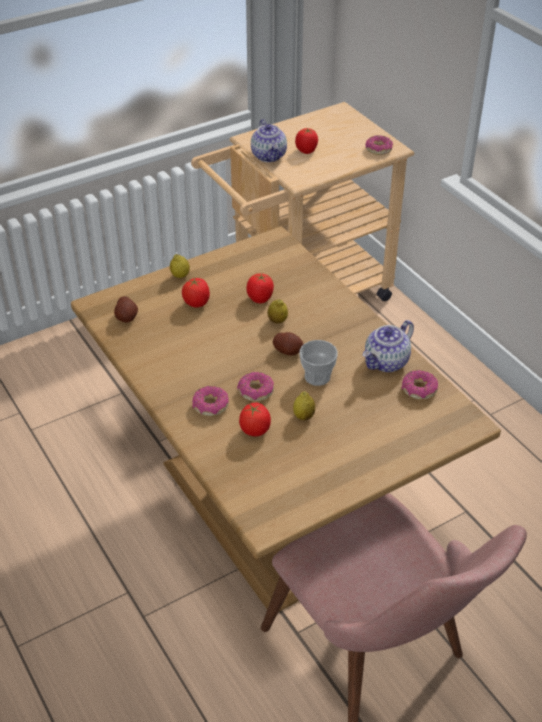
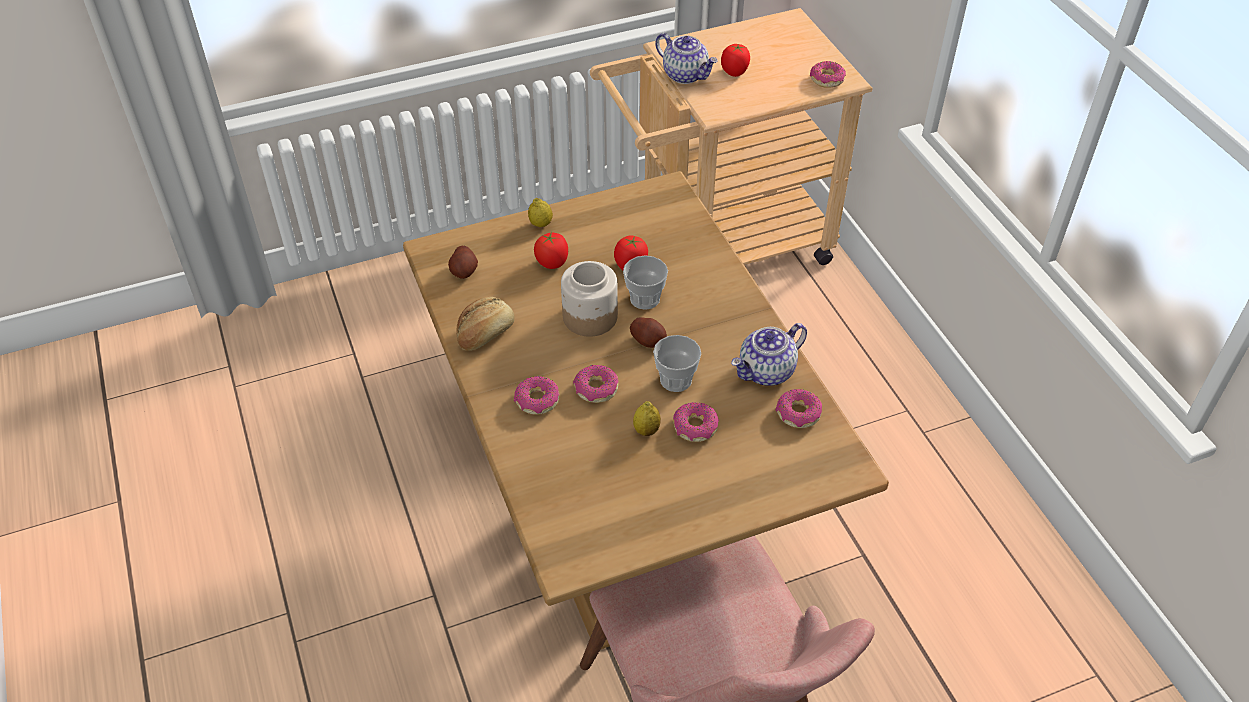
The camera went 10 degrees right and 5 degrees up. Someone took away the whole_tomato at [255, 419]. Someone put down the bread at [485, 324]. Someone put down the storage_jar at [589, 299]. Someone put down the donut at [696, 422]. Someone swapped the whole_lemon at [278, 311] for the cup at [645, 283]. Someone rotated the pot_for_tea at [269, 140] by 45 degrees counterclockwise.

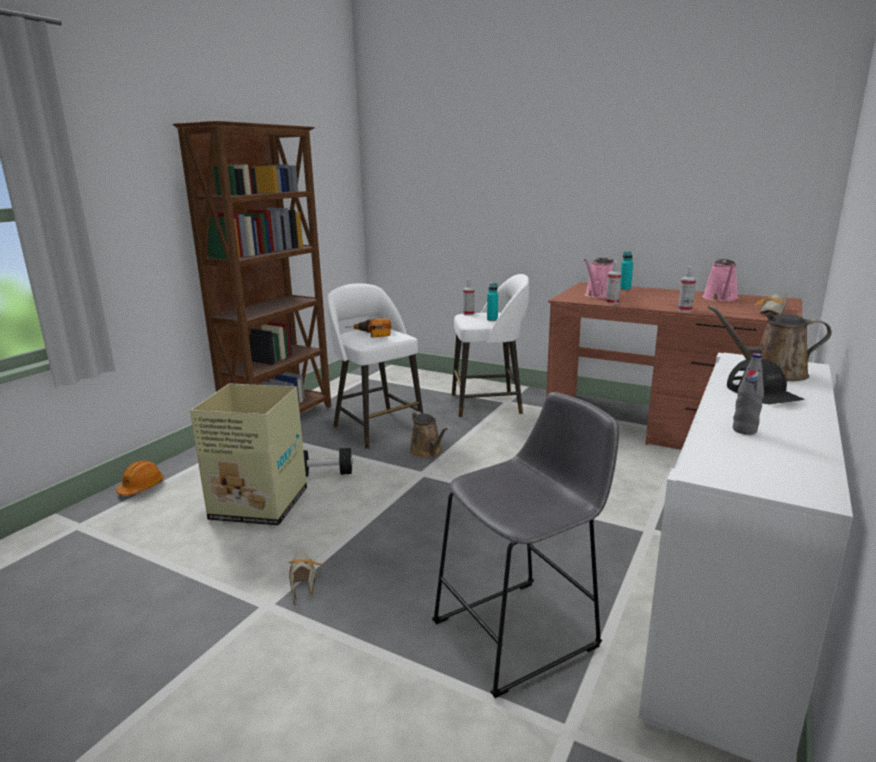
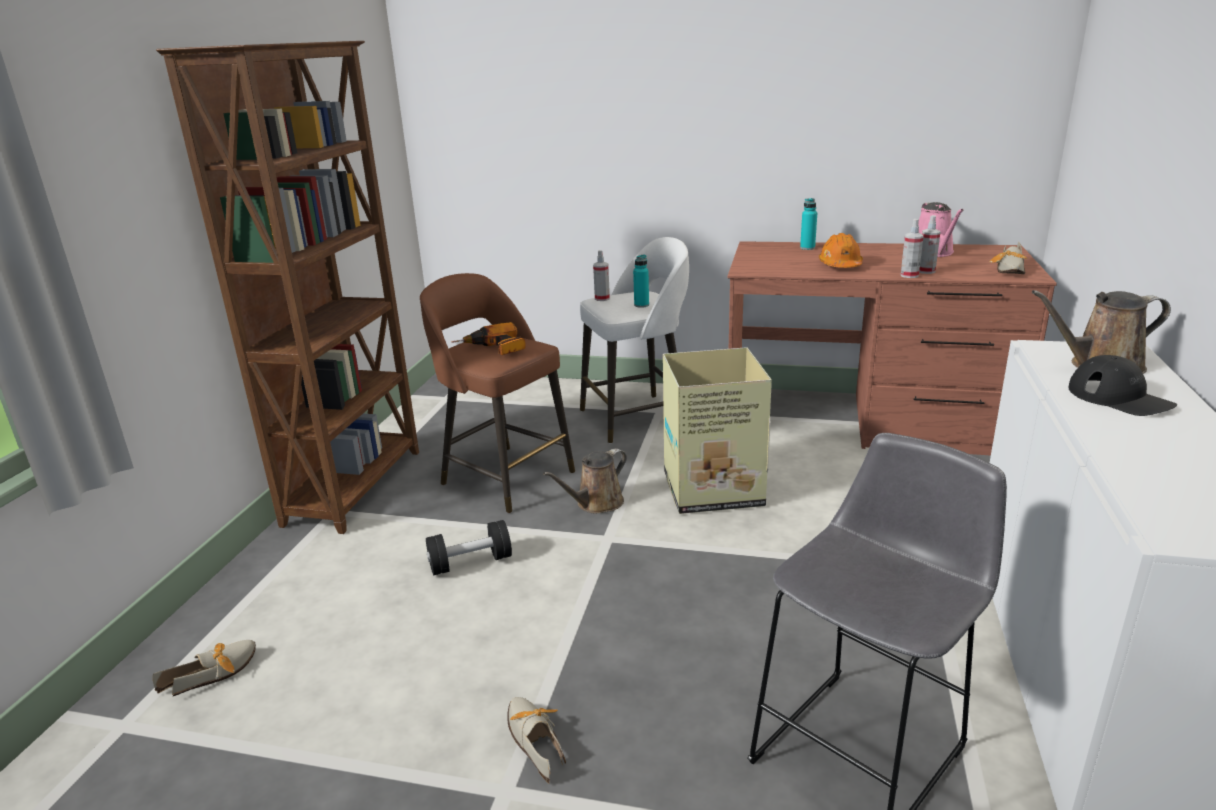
The camera went 15 degrees left and 5 degrees up. Someone took away the pinkish_sprinkling_can at [599, 278]. Someone took away the grey_bottle at [748, 394]. Someone put down the item_of_footwear at [204, 668]. Someone carried the orangey_work_helmet from [140, 477] to [841, 250]. Someone carried the cardboard_box from [248, 454] to [717, 430]. Someone carried the sprayer from [614, 282] to [929, 244]. Someone repainted the white_sitting_stool at [375, 366], which became the brown-coloured_sitting_stool at [497, 393]. Someone rotated the brown-coloured_sprinkling_can at [428, 434] by 90 degrees clockwise.

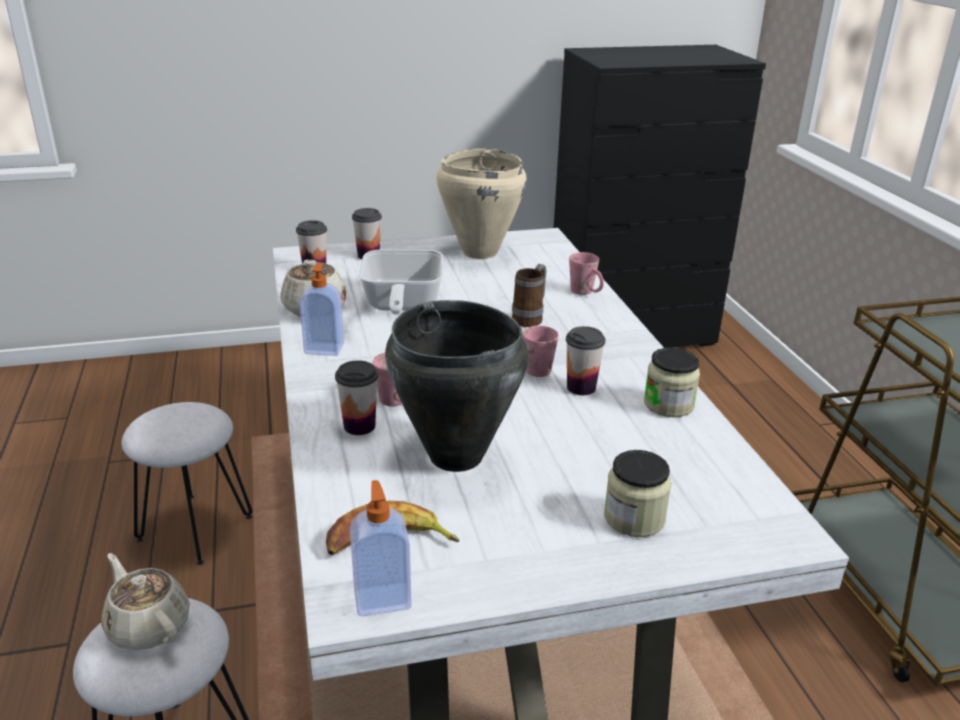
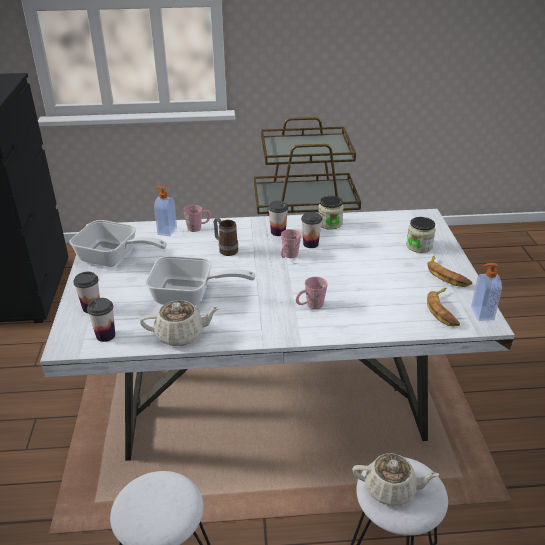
The camera went 80 degrees left and 5 degrees up. Someone took away the black_stockpot at [457, 386]. Someone put down the banana at [449, 271]. Someone carried the soap_dispenser from [322, 309] to [165, 211]. Someone carried the cup from [356, 397] to [278, 218]. Someone swapped the beige_stockpot at [482, 204] for the skillet at [118, 243]. Someone rotated the beige_pot_for_tea at [145, 601] by 135 degrees counterclockwise.

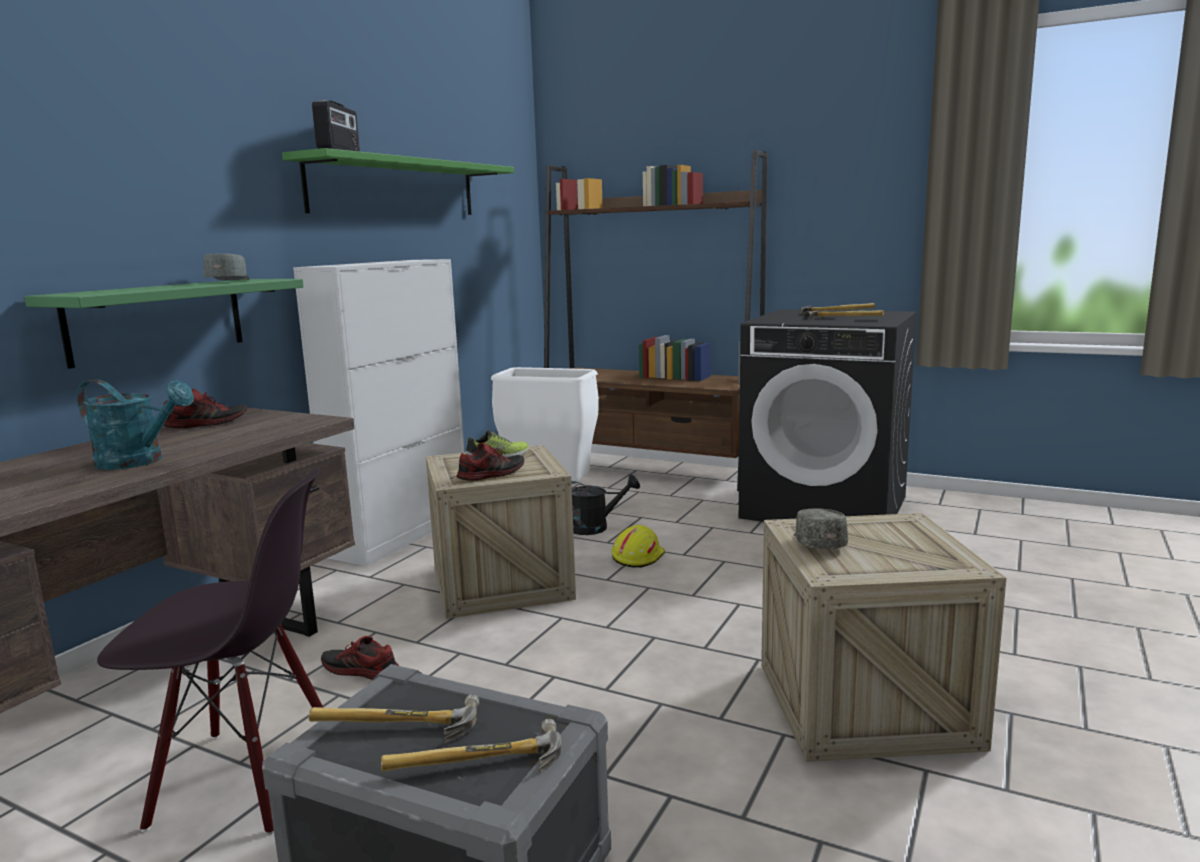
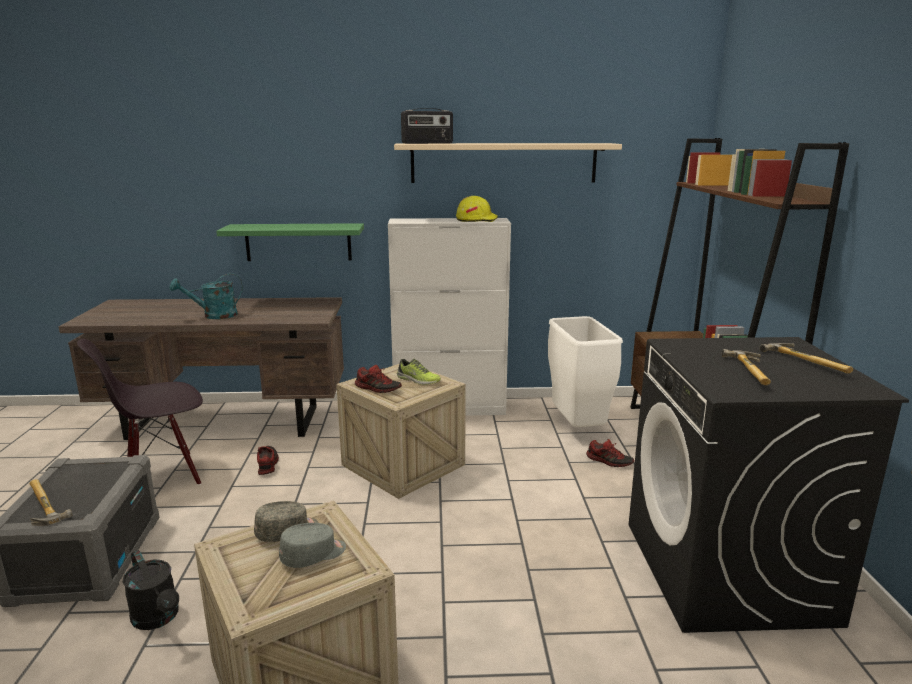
The camera went 60 degrees right and 5 degrees up. Someone took away the hand_hammer at [394, 718]. Someone carried the item_of_footwear from [205, 408] to [610, 453]. Someone carried the grey_baseball_cap from [226, 266] to [312, 545]. Someone carried the black_sprinkling_can from [605, 505] to [151, 590]. Someone carried the yellowish_work_helmet from [638, 546] to [477, 209]. Someone repainted the green-coloured_wall_shelf at [398, 181], which became the beige_wall_shelf at [508, 163]. Someone rotated the turquoise-coloured_sprinkling_can at [135, 424] by 75 degrees clockwise. Someone rotated the black_upright_chair at [210, 652] by 90 degrees clockwise.

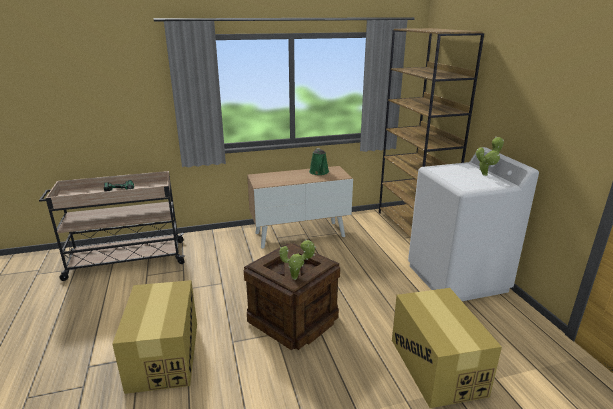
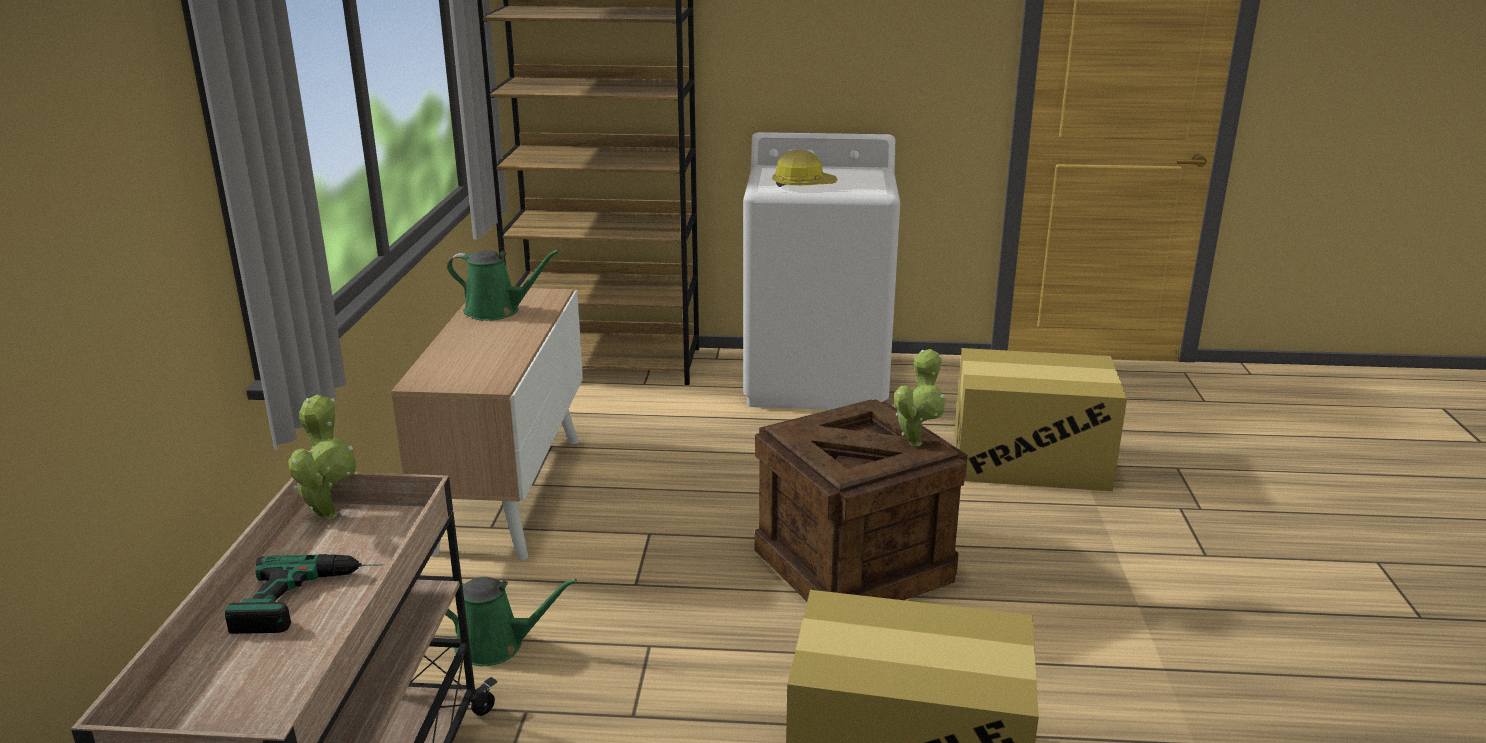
The camera went 70 degrees left and 0 degrees up. Someone put down the green-coloured_sprinkling_can at [511, 621]. Someone put down the work_helmet at [804, 168]. Someone carried the plant_in_a_pot from [490, 156] to [322, 457].

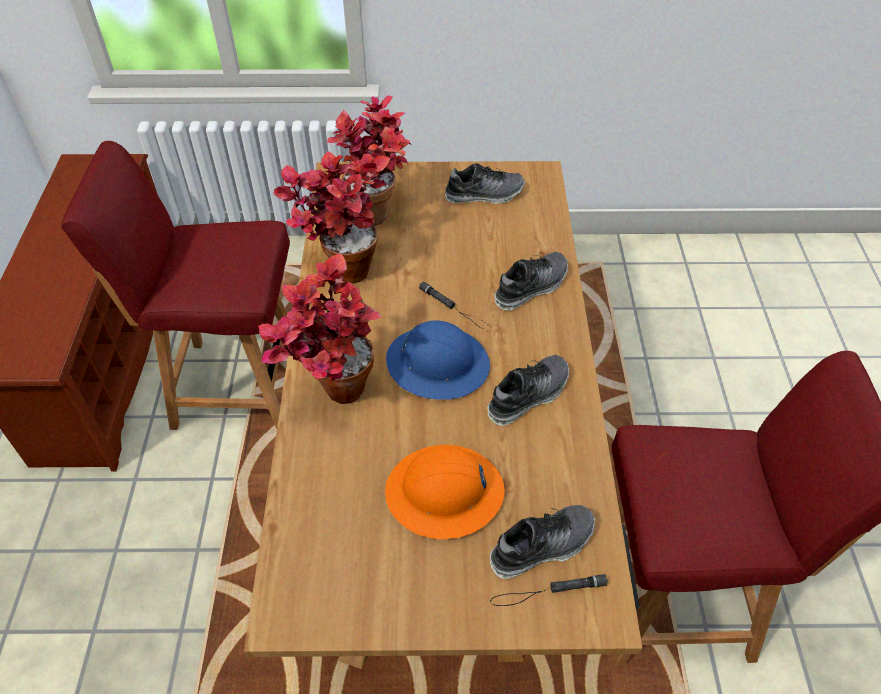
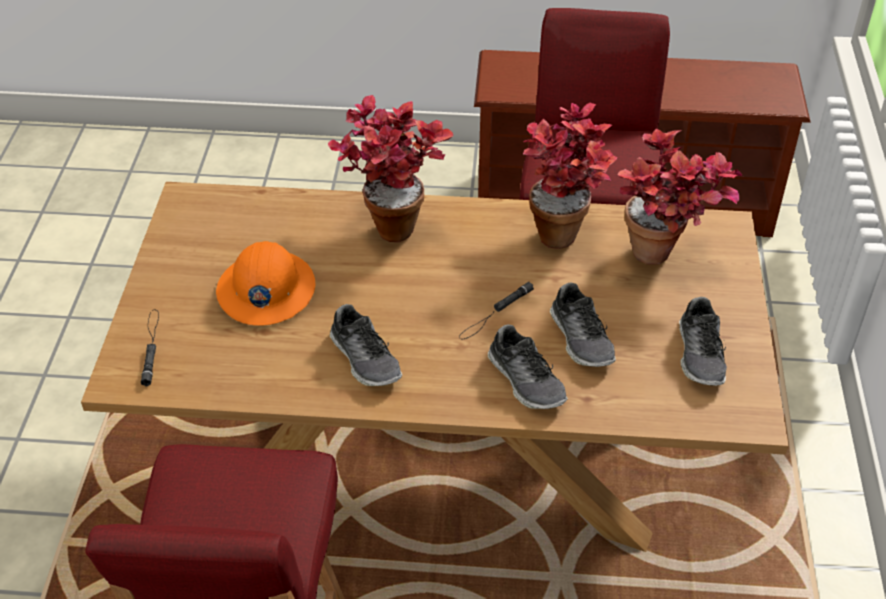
The camera went 95 degrees right and 5 degrees down. Someone took away the blue_work_helmet at [438, 360]. Someone carried the item_of_footwear from [542, 542] to [583, 325].

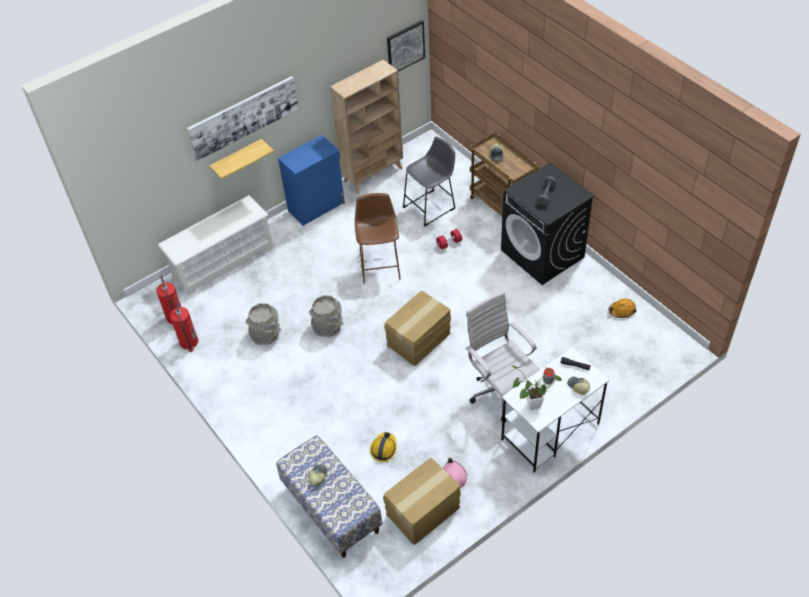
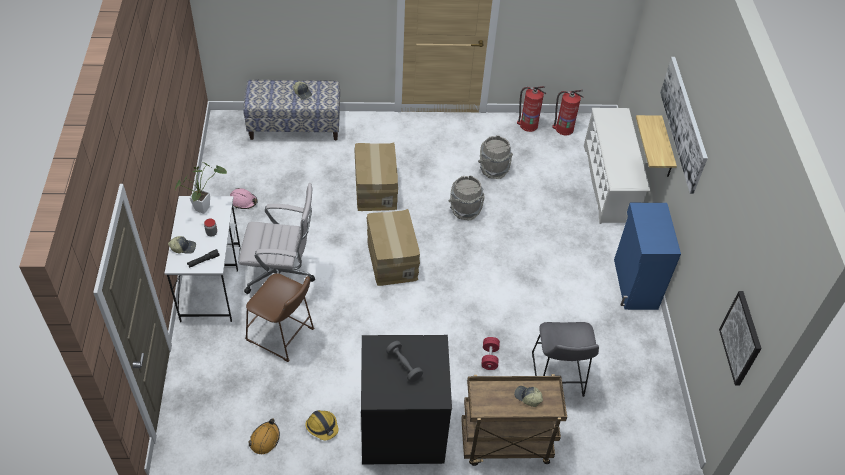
The camera went 120 degrees right and 0 degrees up. Someone took away the beige_bookcase at [366, 126]. Someone carried the brown-coloured_sitting_stool from [378, 238] to [280, 317]. Someone carried the work_helmet from [383, 447] to [321, 425]. Someone carried the cardboard_box from [422, 501] to [376, 177].

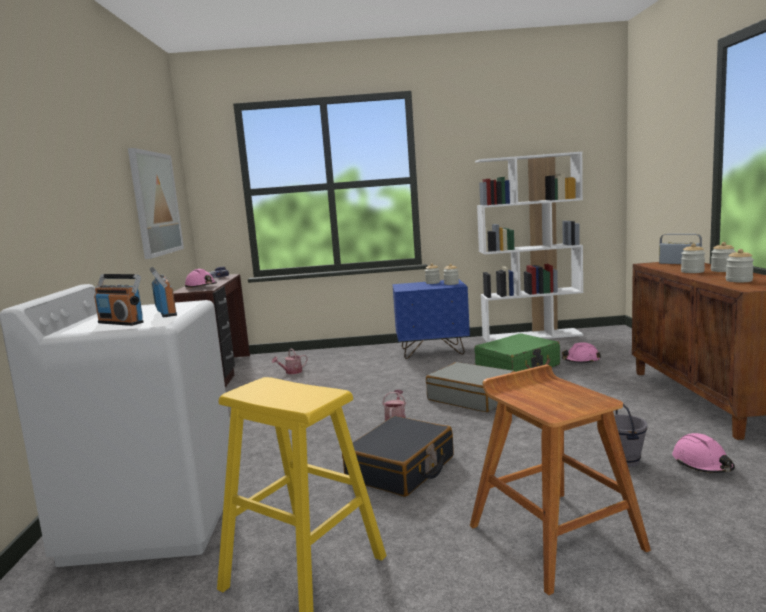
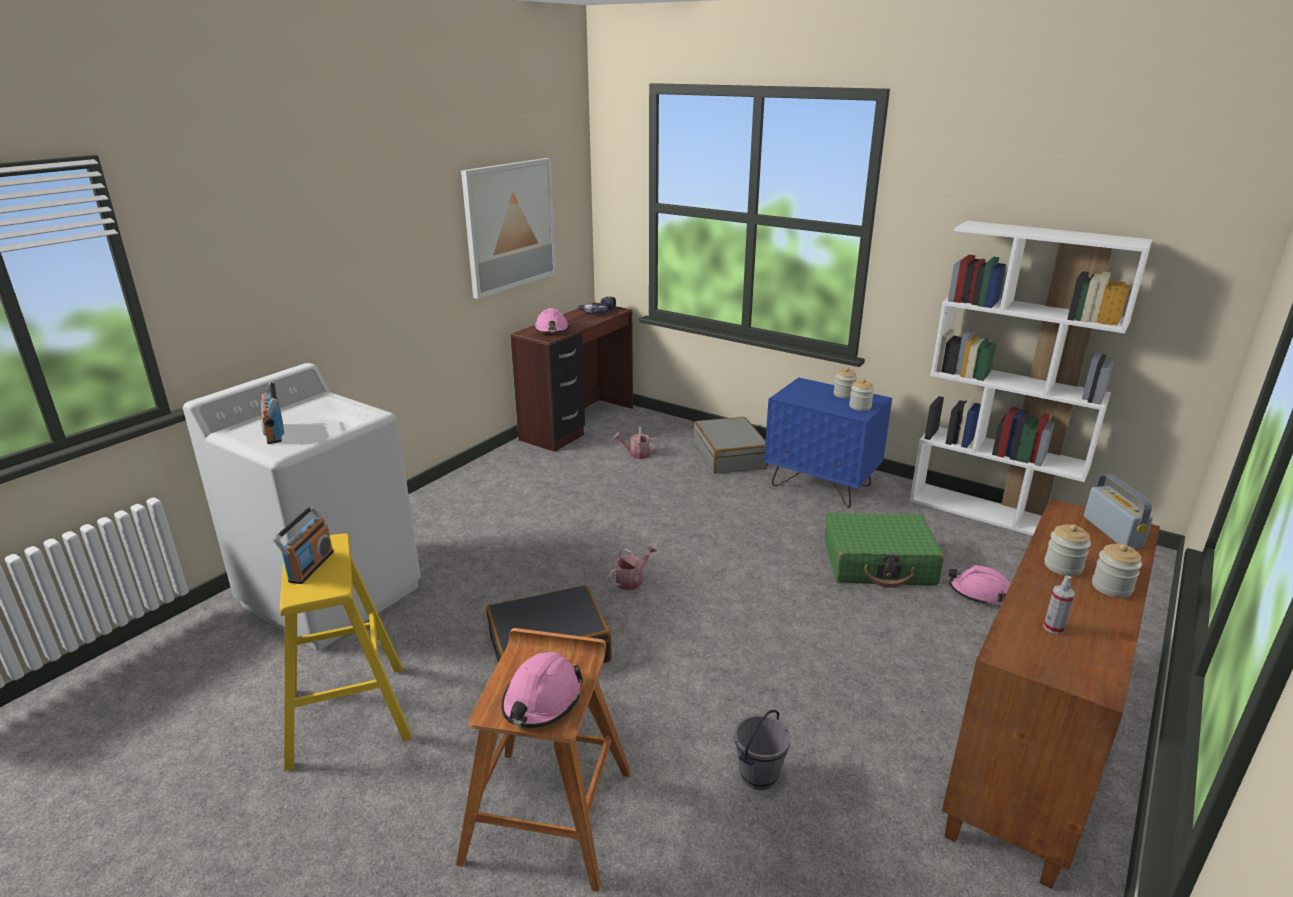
The camera went 35 degrees right and 15 degrees up. Someone carried the radio_receiver from [163, 292] to [303, 544]. Someone carried the grey_travel_case from [470, 387] to [731, 445]. Someone carried the pinkish_work_helmet from [703, 453] to [542, 690]. Someone swapped the storage_jar at [740, 265] for the sprayer at [1059, 604].

